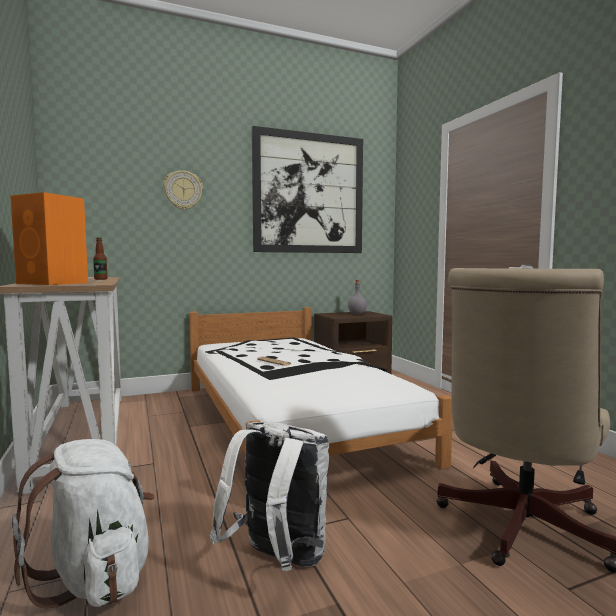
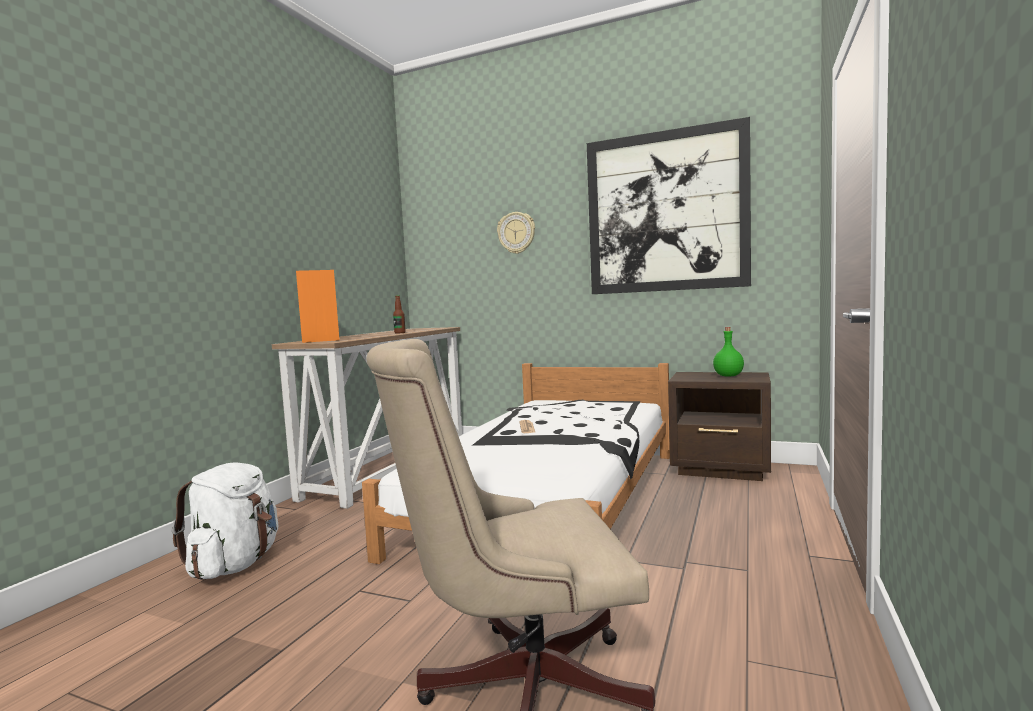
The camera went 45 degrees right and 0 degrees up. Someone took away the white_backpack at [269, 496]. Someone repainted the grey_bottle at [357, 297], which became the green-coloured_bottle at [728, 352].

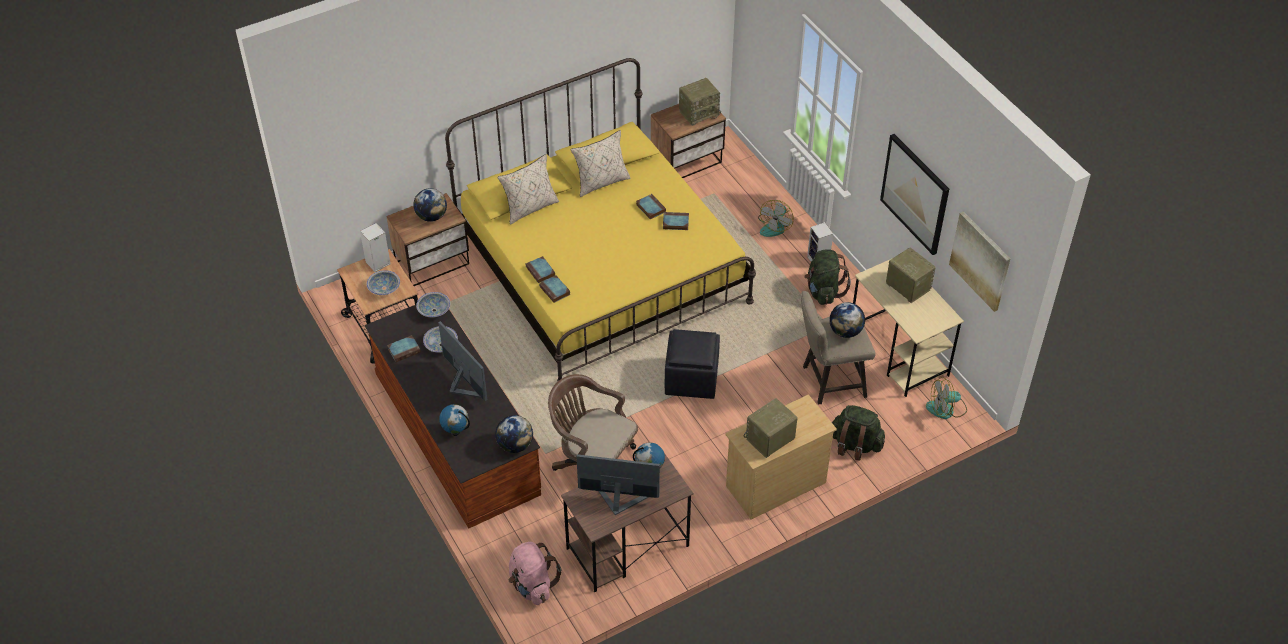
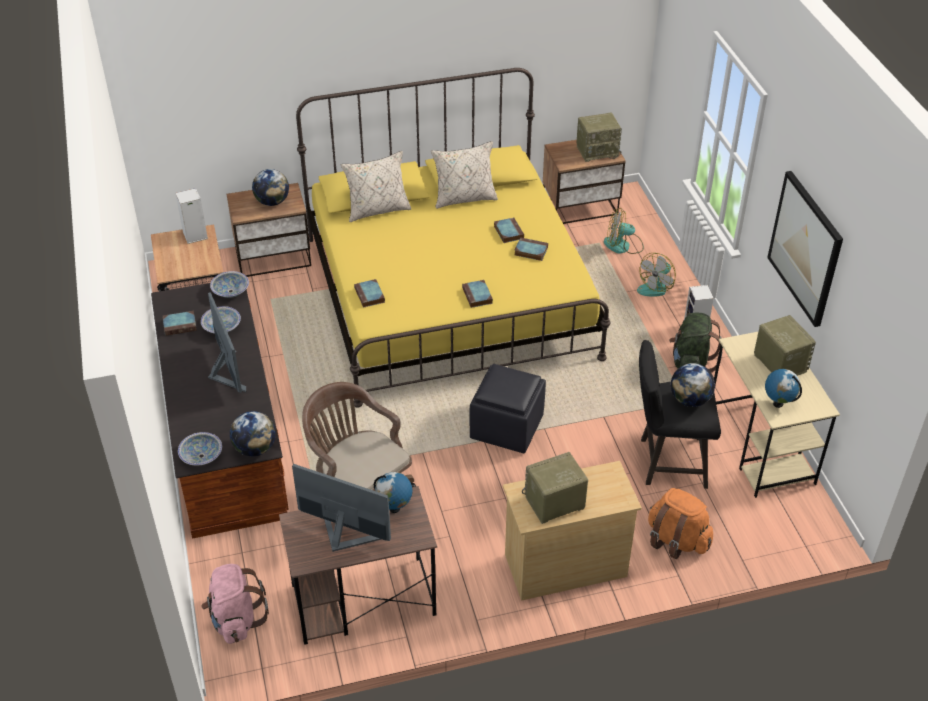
The camera went 15 degrees right and 5 degrees down. Someone took away the wall_picture at [979, 262]. Someone carried the deep_dish from [383, 282] to [200, 448]. Someone carried the world_globe from [454, 420] to [783, 388]. Someone carried the book from [540, 269] to [477, 294]. Someone carried the cooling_fan from [946, 398] to [624, 231]. Someone repainted the beige_sitting_stool at [838, 348], which became the black_sitting_stool at [680, 414]. Someone repainted the green-coloured_backpack at [858, 433], which became the orangey_backpack at [680, 523].

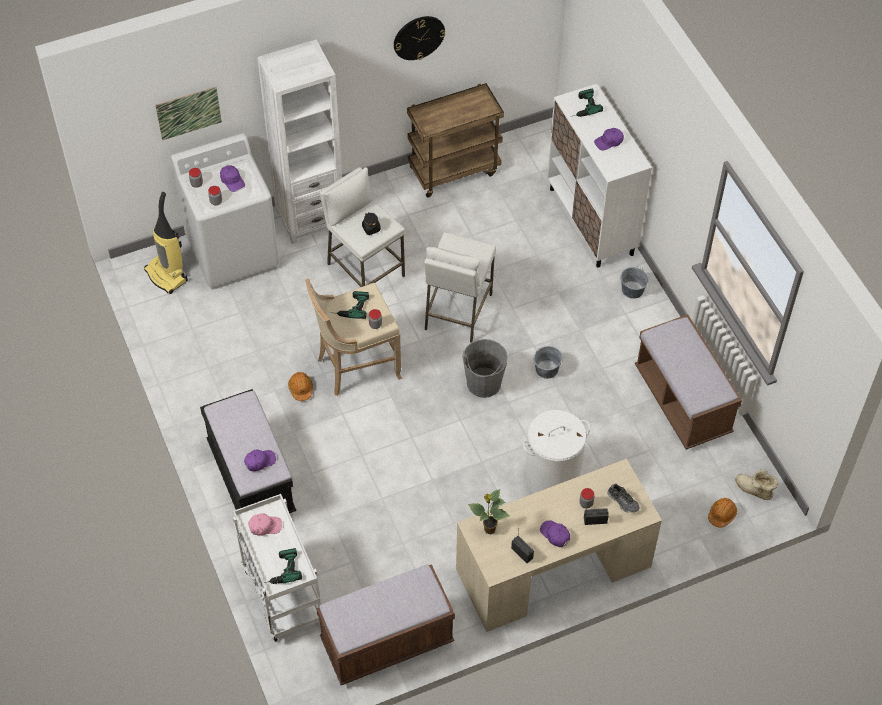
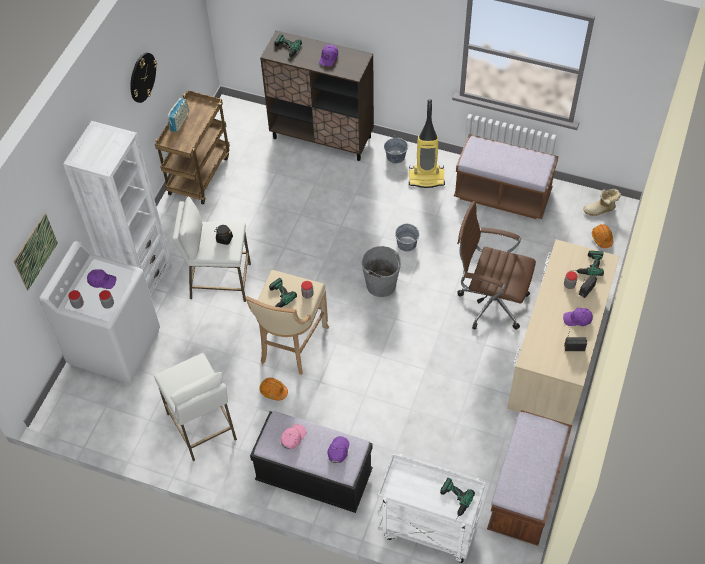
The camera went 45 degrees left and 0 degrees up. Someone took away the plant_in_a_pot at [489, 511]. Someone put down the radio_receiver at [178, 115]. Someone carried the vacuum_cleaner from [166, 243] to [427, 143]. Someone carried the pinkish_baseball_cap from [265, 524] to [293, 436]. Someone carried the white_sitting_stool from [460, 287] to [195, 407]. Someone swapped the white_washing_basket at [556, 451] for the brown-coloured_computer_chair at [496, 265]. Someone swapped the item_of_footwear at [623, 498] for the power_drill at [587, 263]. Someone repainted the white_storage_cabinet at [599, 176], which became the brown-coloured_storage_cabinet at [317, 95].

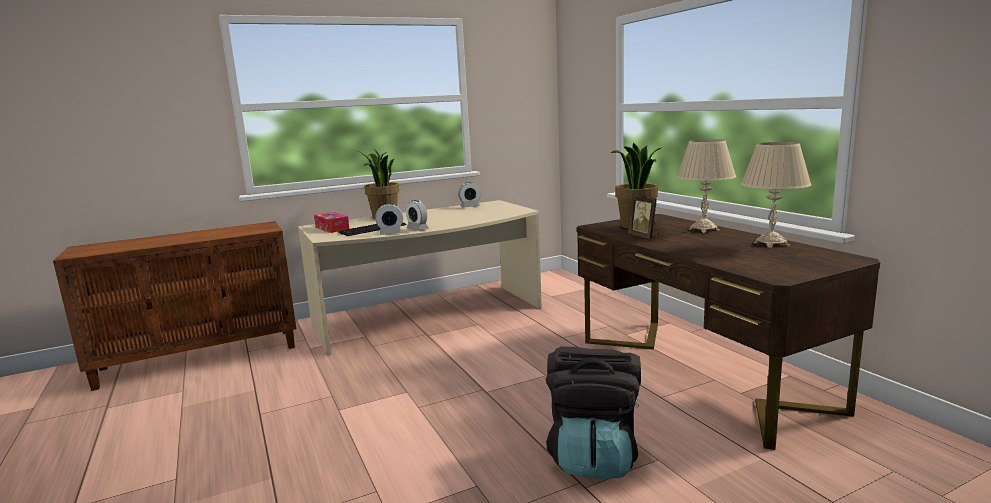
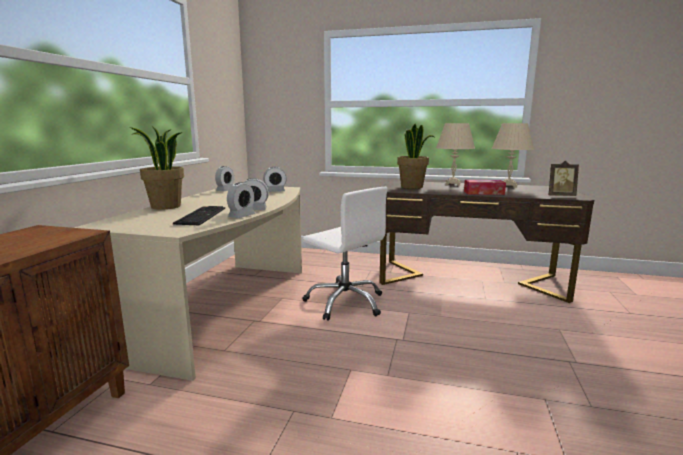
The camera went 50 degrees left and 0 degrees up. Someone took away the black_backpack at [593, 413]. Someone put down the bedside_clock at [275, 179]. Someone put down the white_computer_chair at [345, 254]. Someone carried the box_of_tissues from [331, 222] to [485, 187]. Someone carried the picture_frame from [643, 215] to [564, 178].

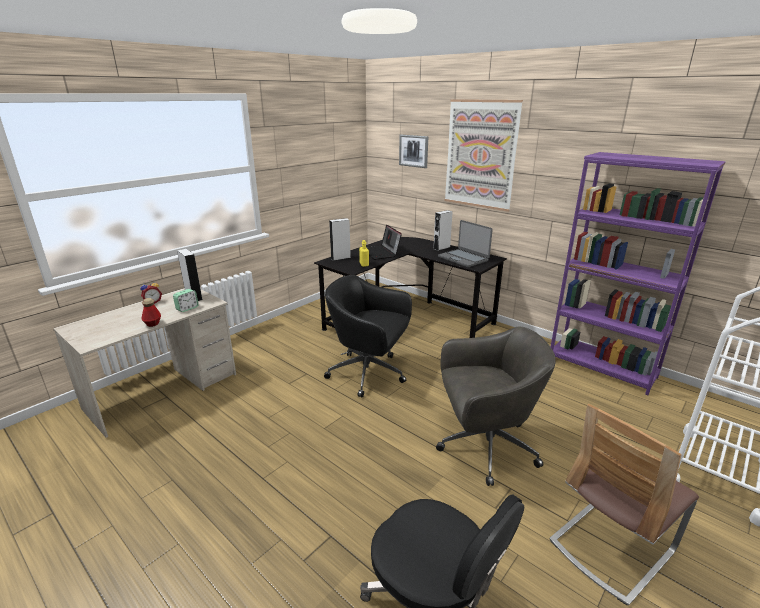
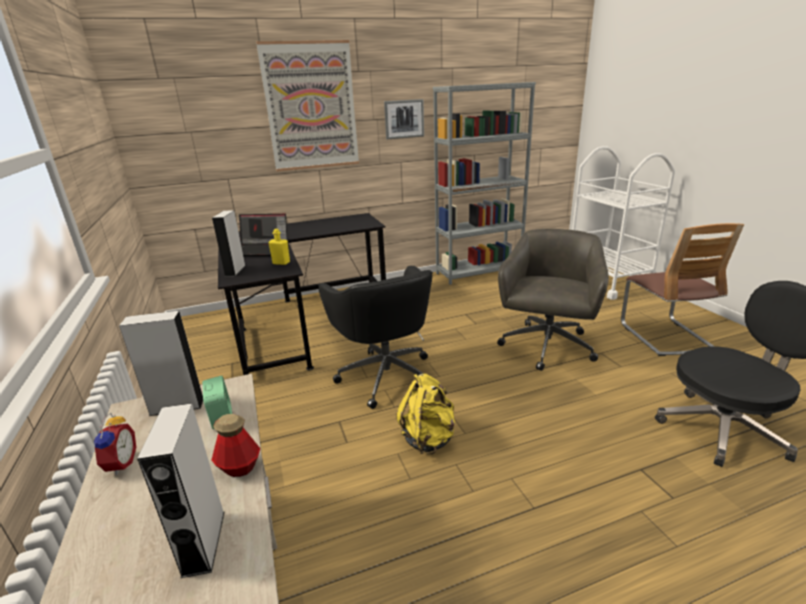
The camera went 60 degrees left and 0 degrees up. Someone took away the laptop at [465, 243]. Someone put down the yellowish_backpack at [425, 414]. Someone carried the wall_picture from [413, 151] to [404, 119]. Someone carried the grey_speaker from [443, 230] to [180, 490]. Someone repainted the purple-coloured_bookcase at [638, 273], which became the grey_bookcase at [484, 183]. Someone rotated the black_computer_chair at [368, 336] by 75 degrees counterclockwise.

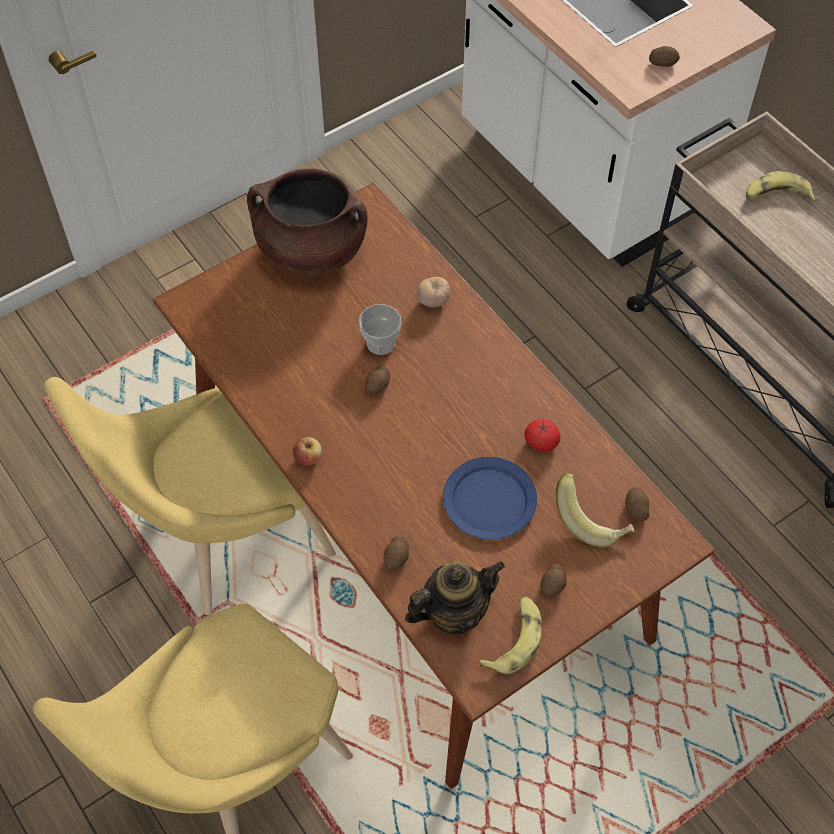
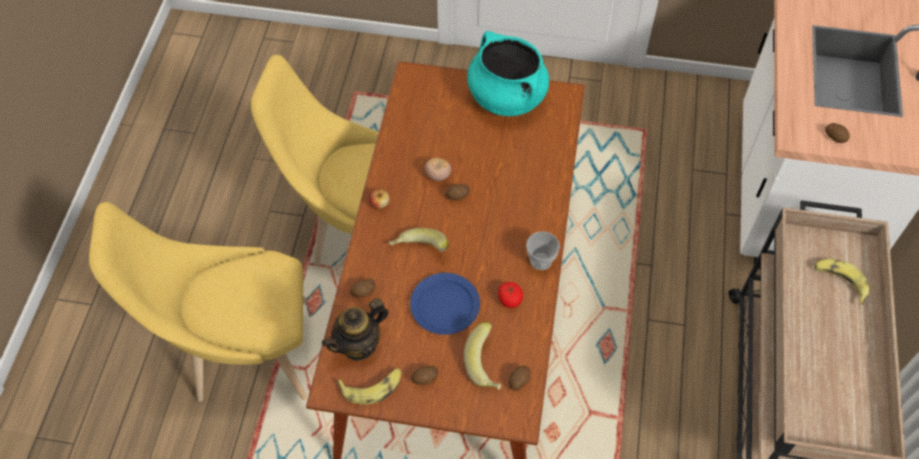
The camera went 45 degrees right and 0 degrees up. Someone put down the banana at [419, 240]. Someone carried the cup from [380, 329] to [543, 250]. Someone carried the whole_tomato from [433, 292] to [438, 169]. Someone repainted the brown-coloured_stockpot at [307, 222], which became the turquoise-coloured_stockpot at [508, 73]. Someone rotated the pot_for_tea at [455, 597] by 120 degrees clockwise.

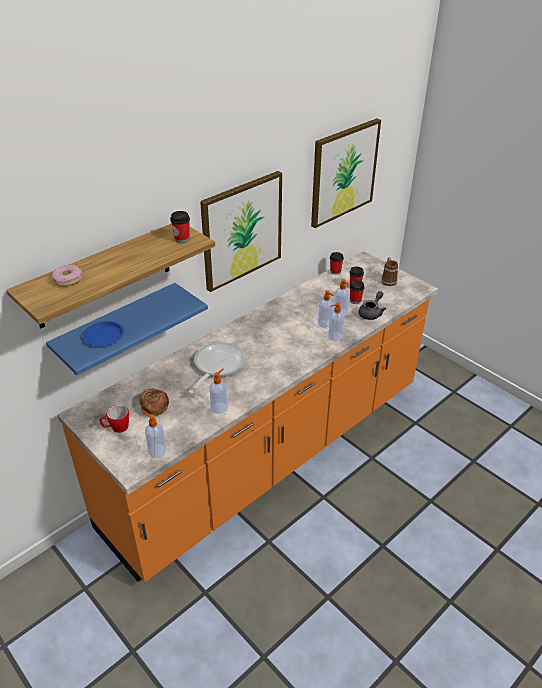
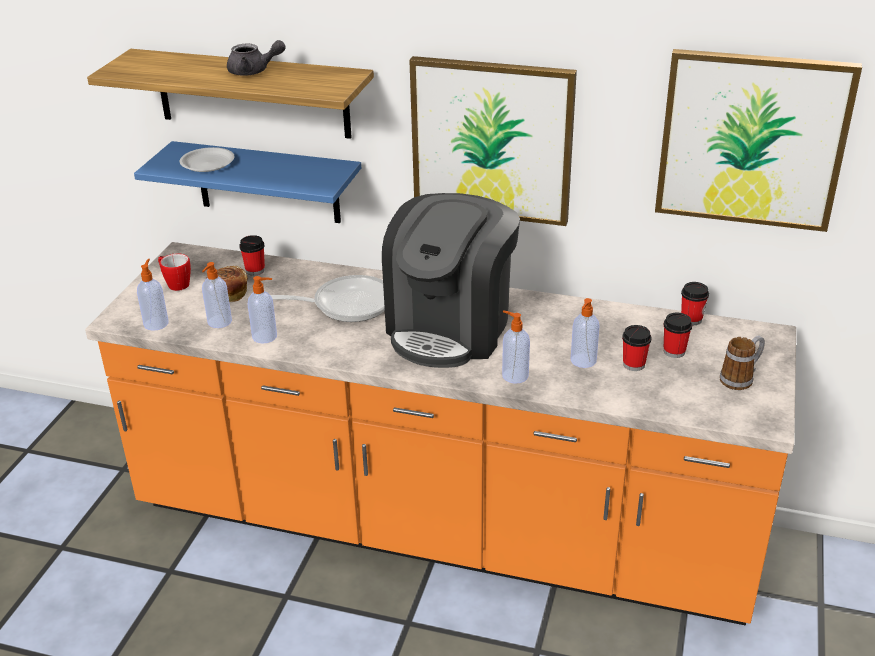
The camera went 60 degrees right and 5 degrees down. Someone took away the donut at [66, 275]. Someone put down the coffee_brewer at [451, 280]. Someone carried the cup from [180, 227] to [252, 255]. Someone carried the soap_dispenser from [326, 309] to [217, 295]. Someone carried the grey_pot_for_tea from [372, 305] to [256, 58]. Someone repainted the blue_plate at [103, 333], which became the white_plate at [206, 159].

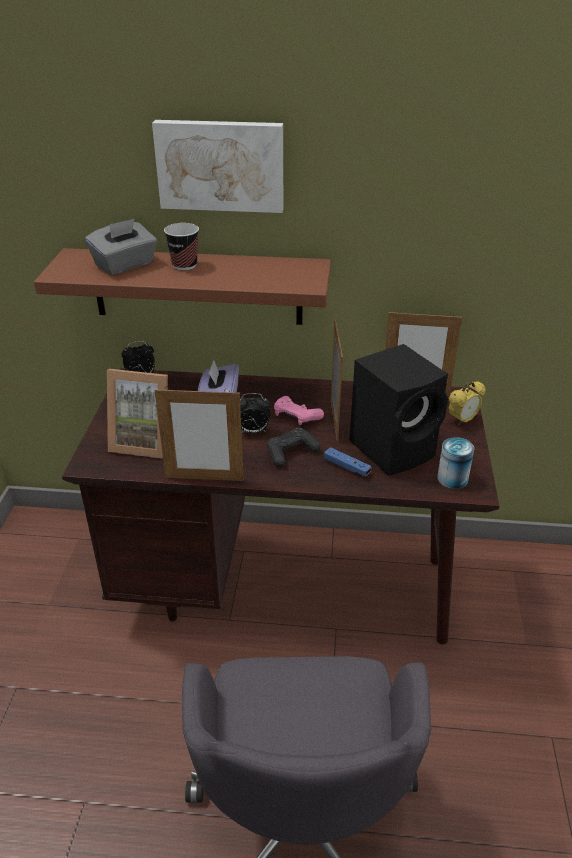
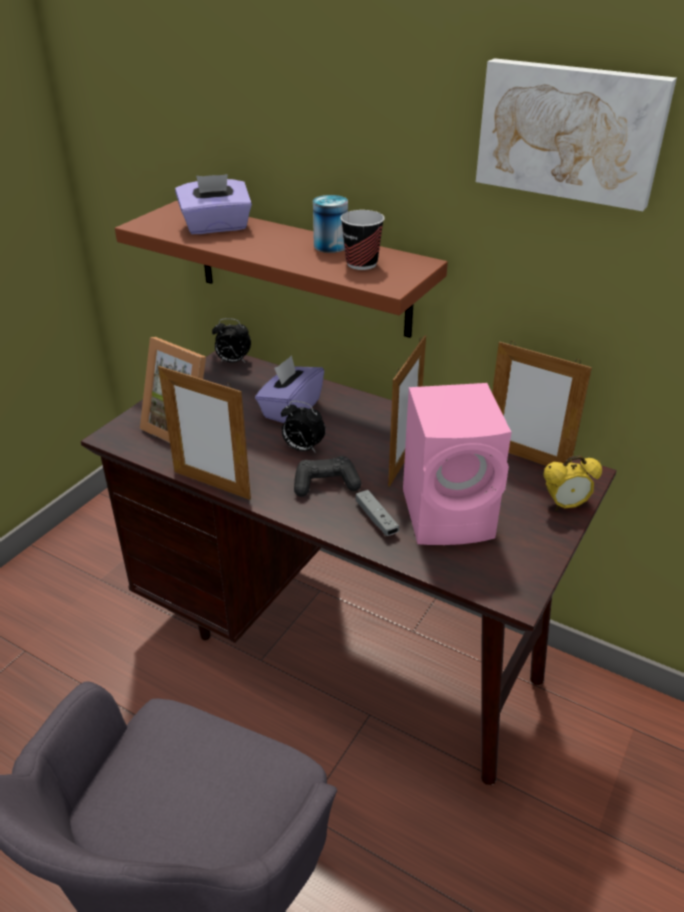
The camera went 25 degrees right and 0 degrees up. Someone took away the pinkish_game_controller at [299, 410]. Someone carried the wall_picture from [217, 166] to [576, 134]. Someone carried the cup from [181, 246] to [362, 240]. Someone carried the sealed_can from [455, 463] to [330, 224]. Someone repainted the grey_box_of_tissues at [121, 246], which became the purple-coloured_box_of_tissues at [213, 204]. Someone repainted the blue_game_controller at [347, 461], which became the grey_game_controller at [377, 513]. Someone repainted the black_speaker at [398, 410], which became the pinkish_speaker at [457, 464].

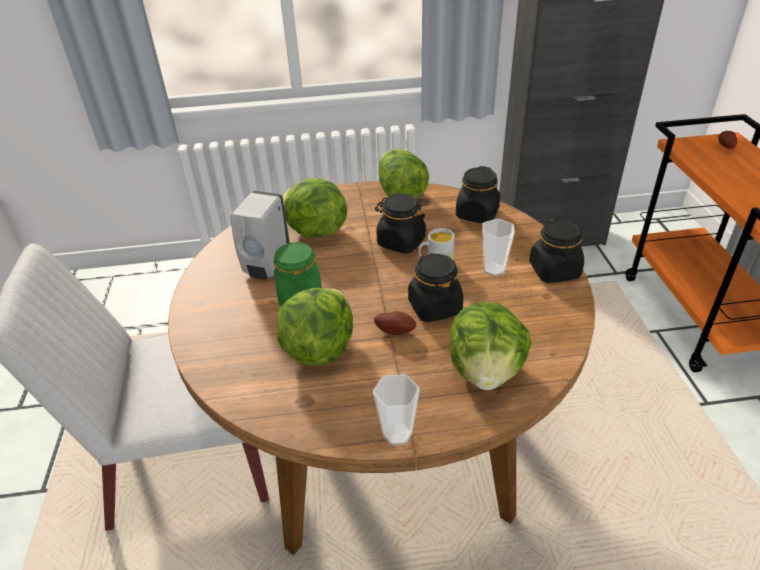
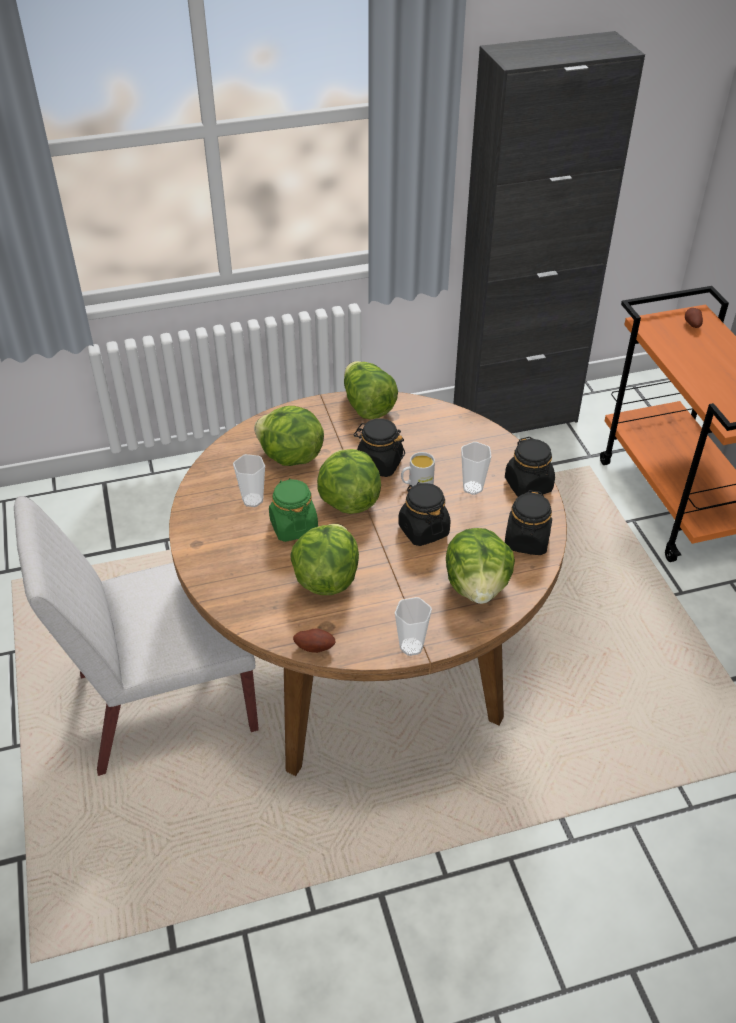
The camera went 10 degrees left and 5 degrees up. Someone put down the head_of_lettuce at [349, 481]. Someone carried the potato from [395, 323] to [314, 640]. Someone carried the black_storage_jar from [478, 194] to [528, 522]. Someone swapped the white_soap_dispenser at [260, 235] for the cup at [249, 480].

